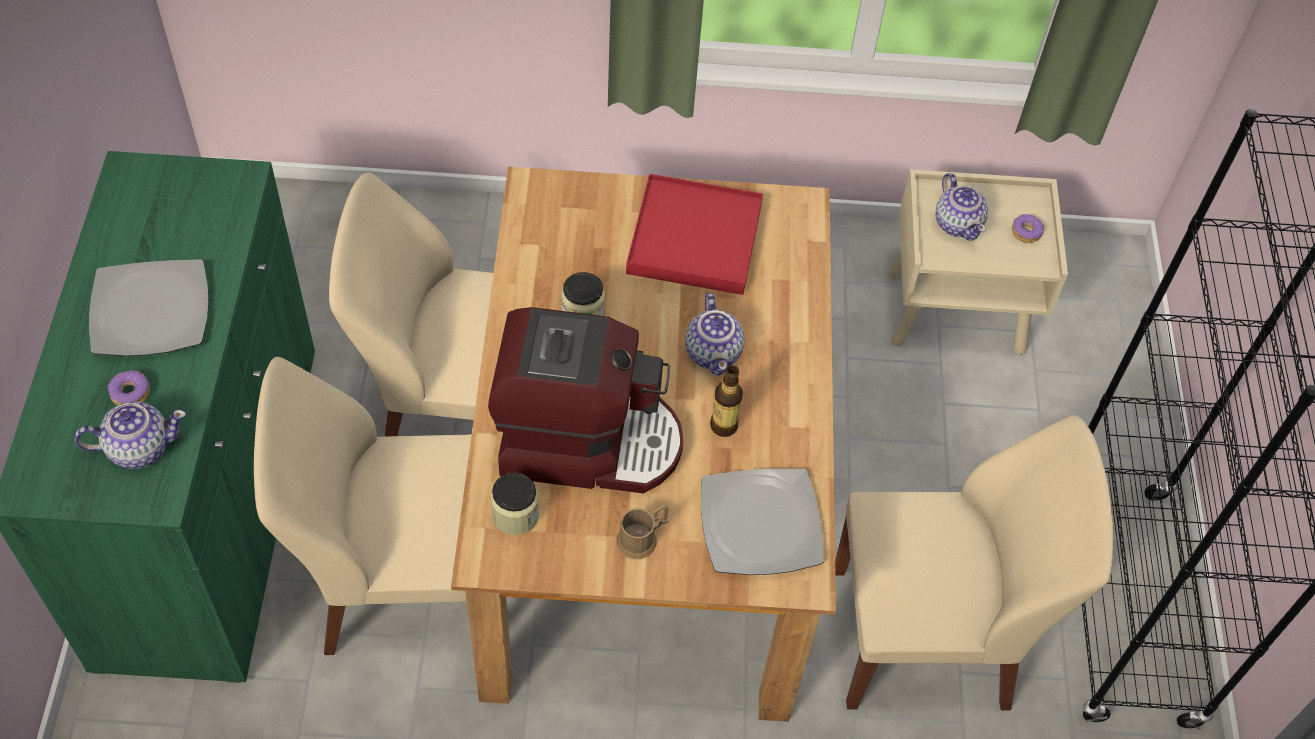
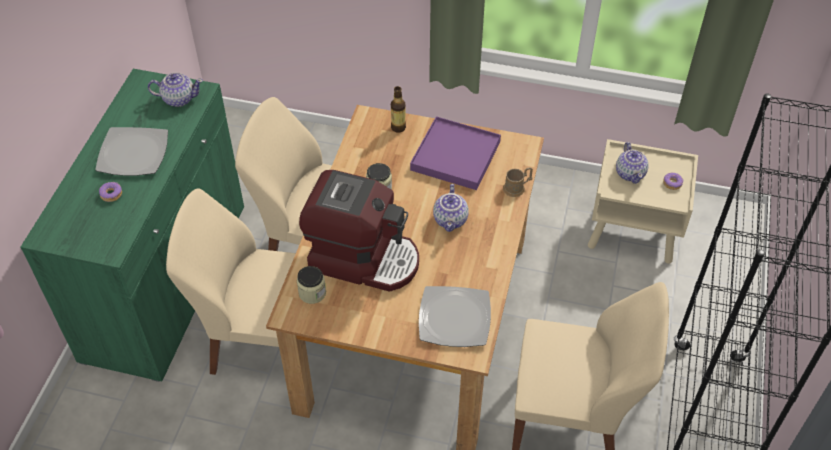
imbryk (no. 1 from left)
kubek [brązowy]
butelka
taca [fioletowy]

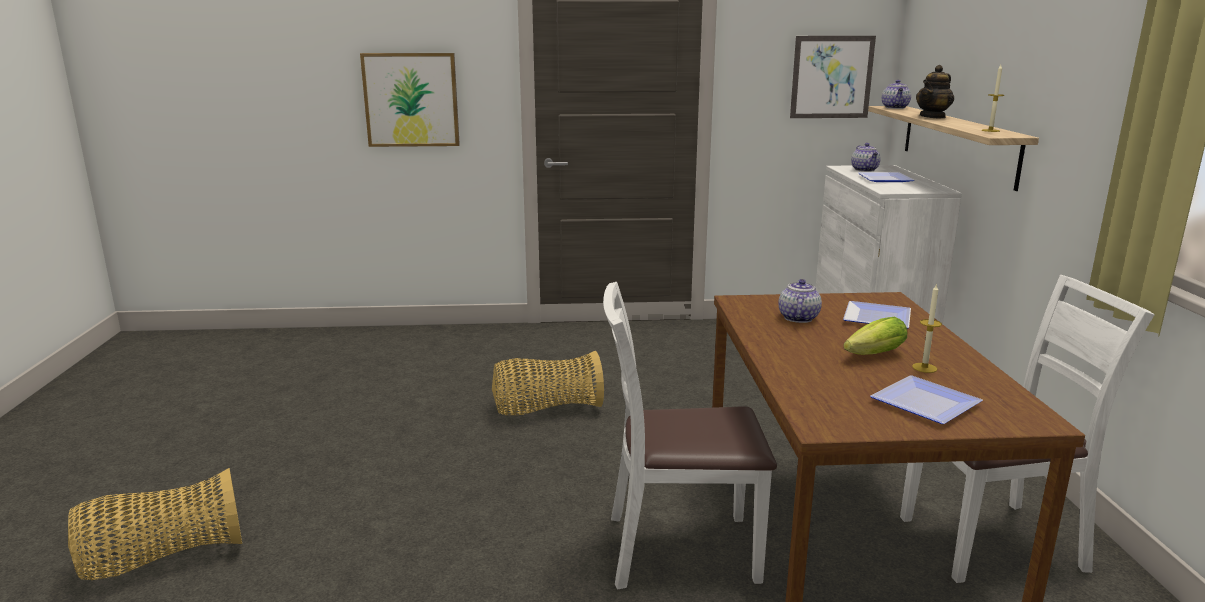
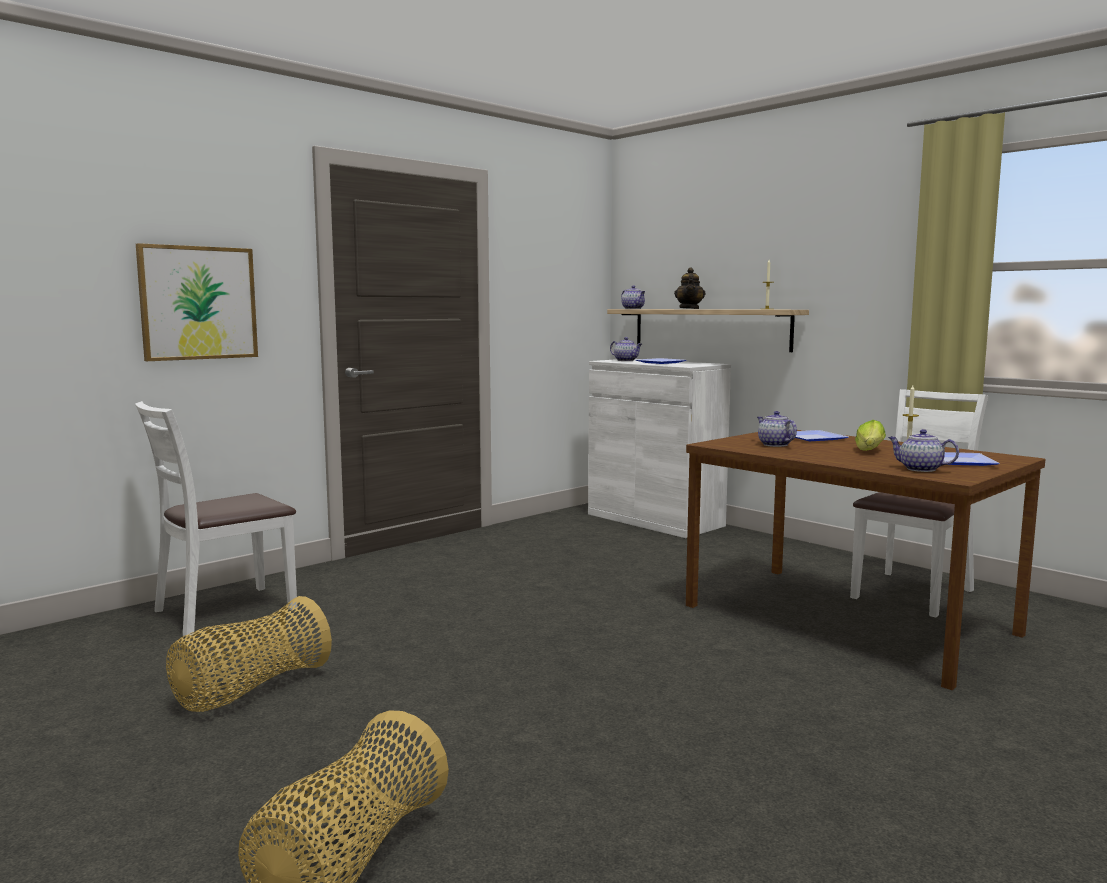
obraz (no. 2 from left in the first image)
imbryk (no. 5 from left)
koszyk (no. 1 from left)
krzesło [biały] (no. 1 from left)

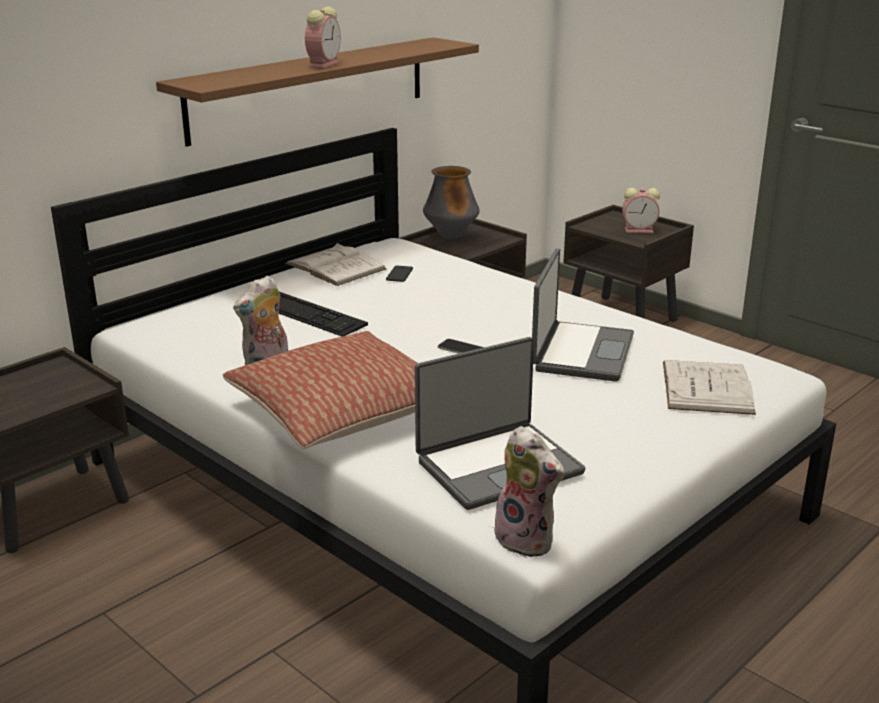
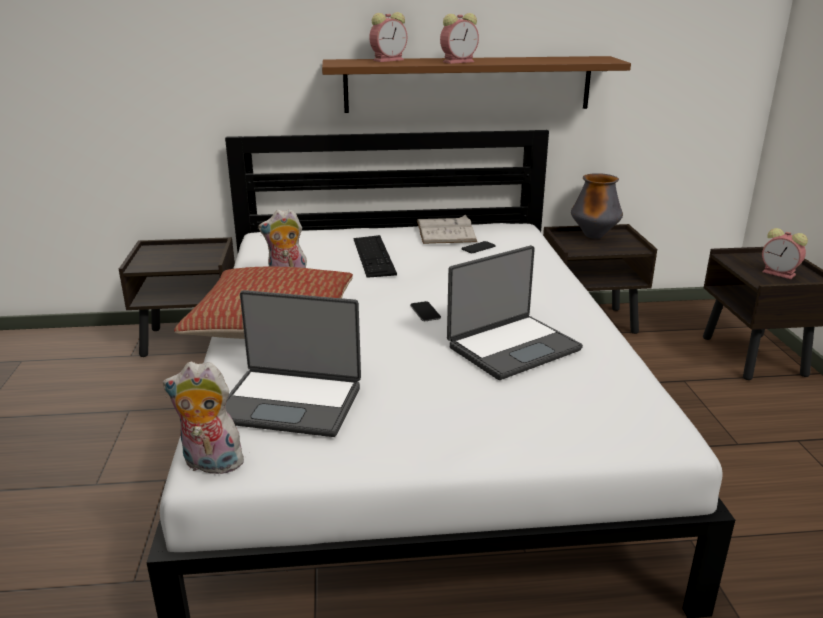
książka [biały] (no. 2 from left in the first image)
budzik (no. 1 from left)
pluszak (no. 1 from left)

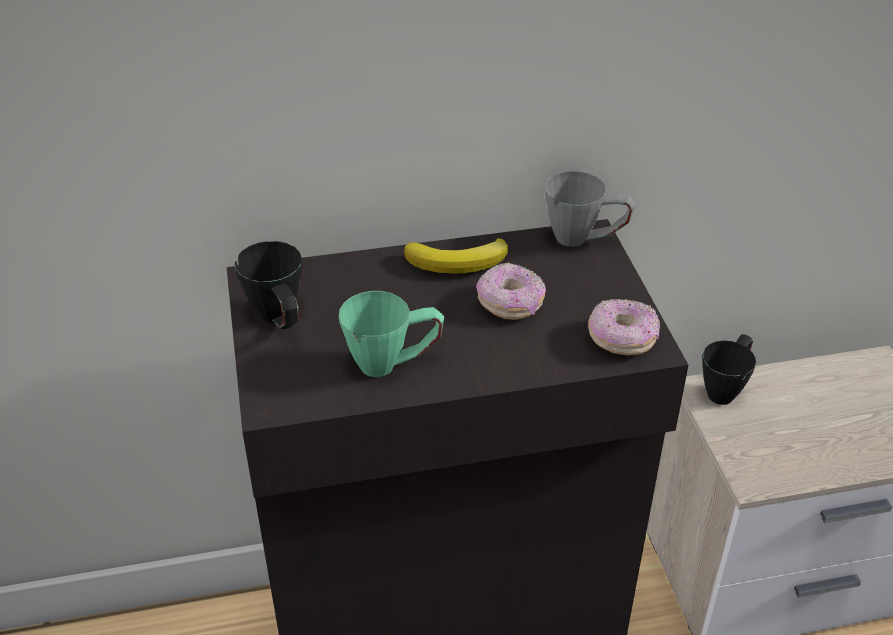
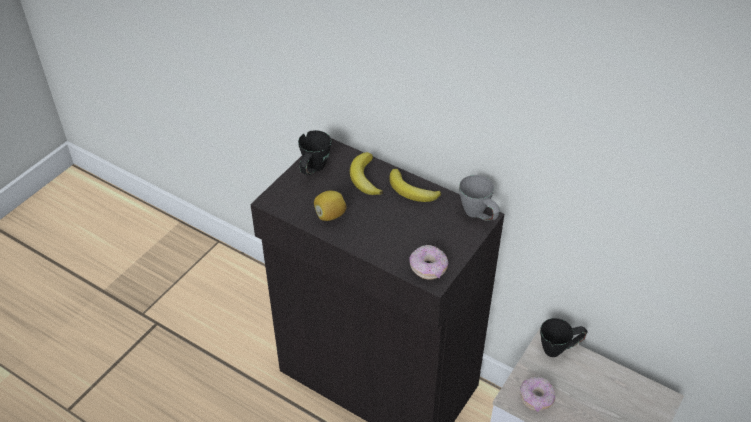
banan (no. 1 from left)
donut (no. 2 from left)
cytryna

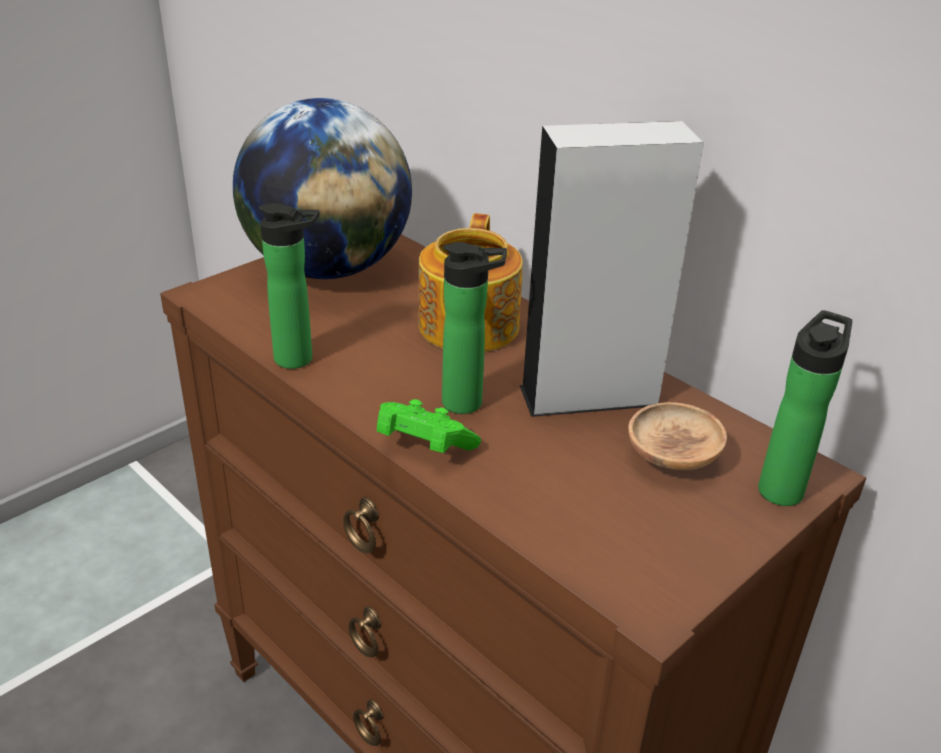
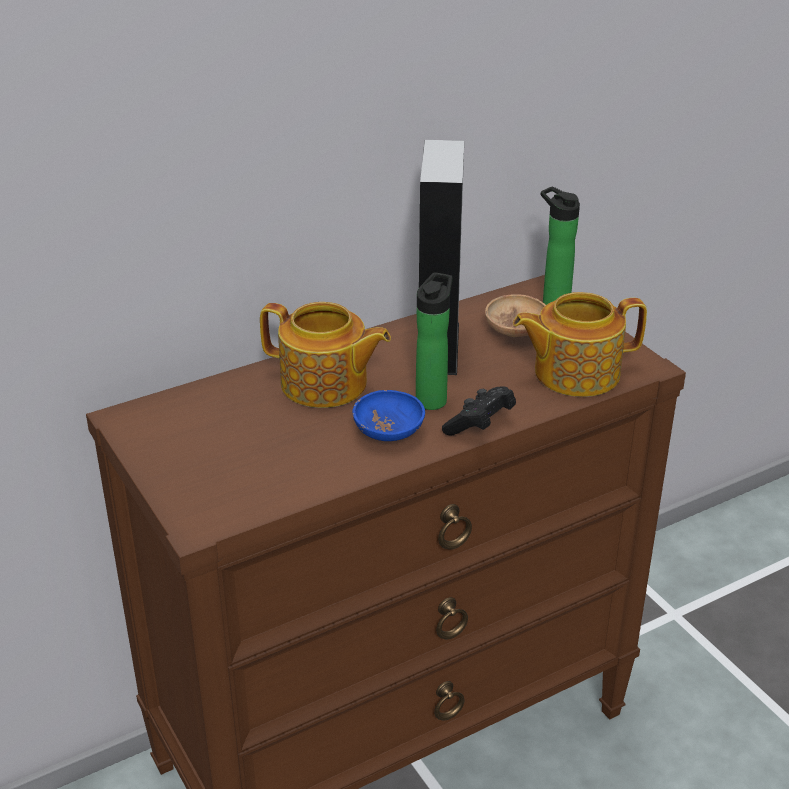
globus
butelka (no. 1 from left in the first image)
miska [niebieski]
imbryk (no. 2 from left)
pad do gier [czarny]

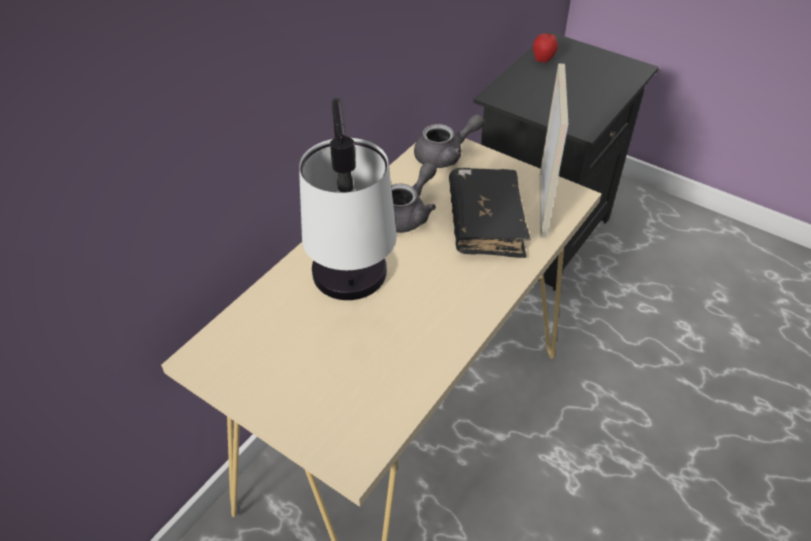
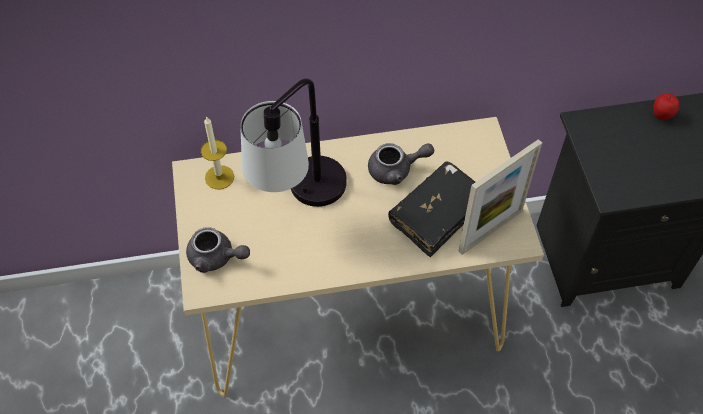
świeca
imbryk [szary] (no. 1 from left)

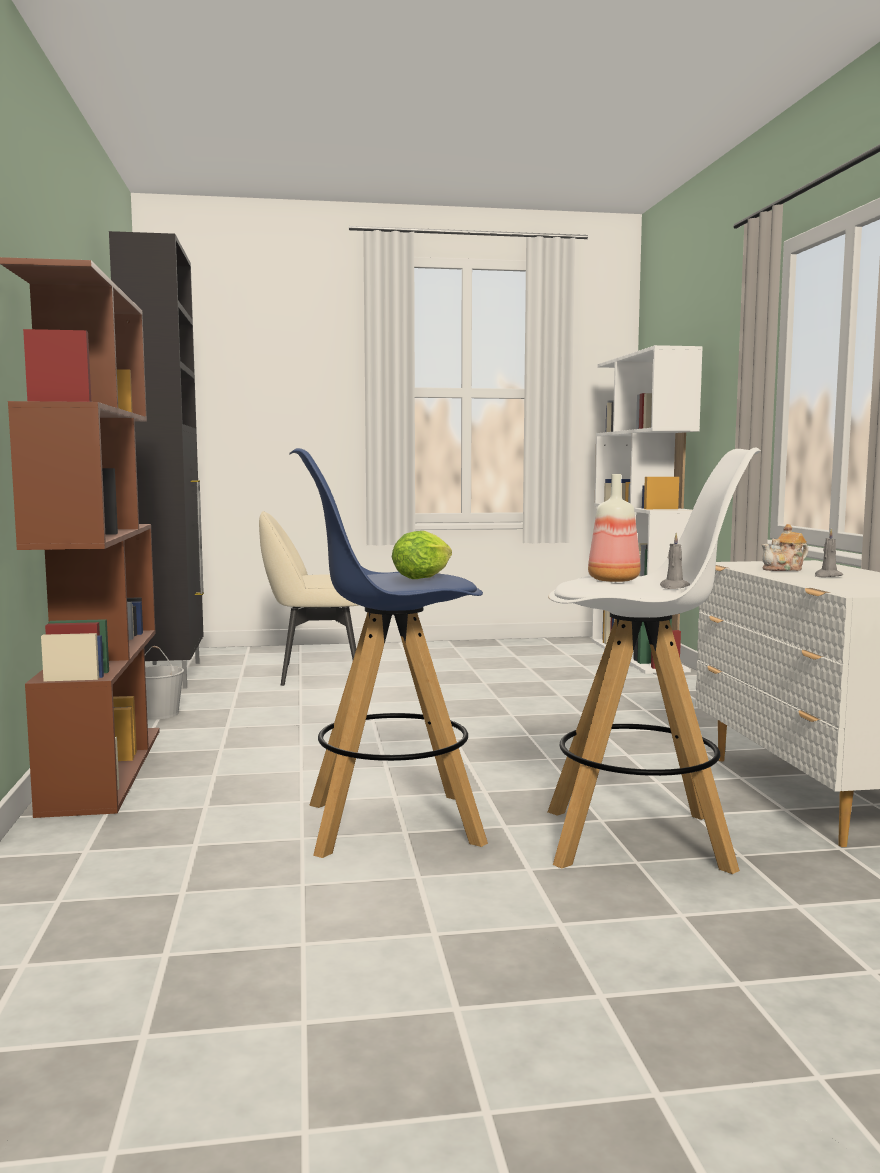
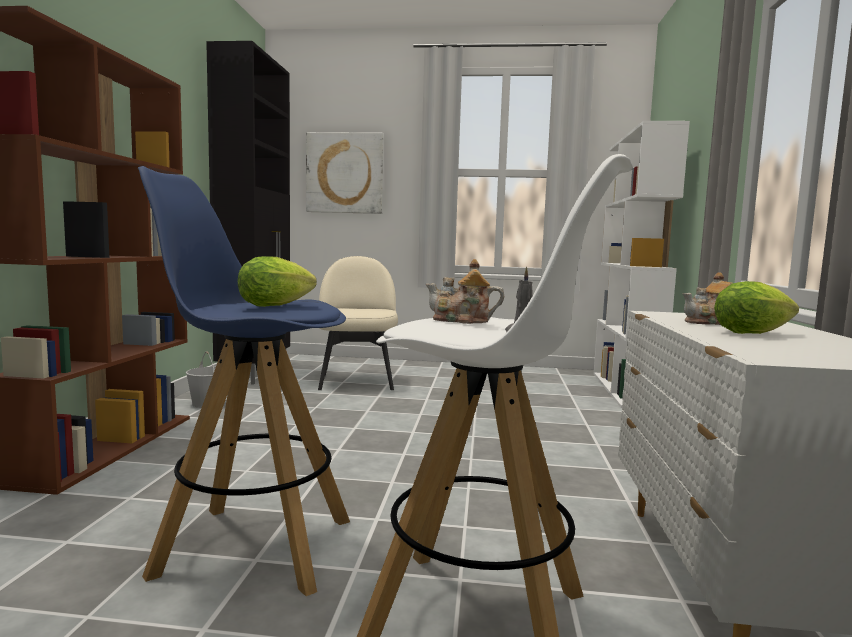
obraz
imbryk (no. 1 from left)
sałata (no. 2 from left)
krzesło [beżowy]

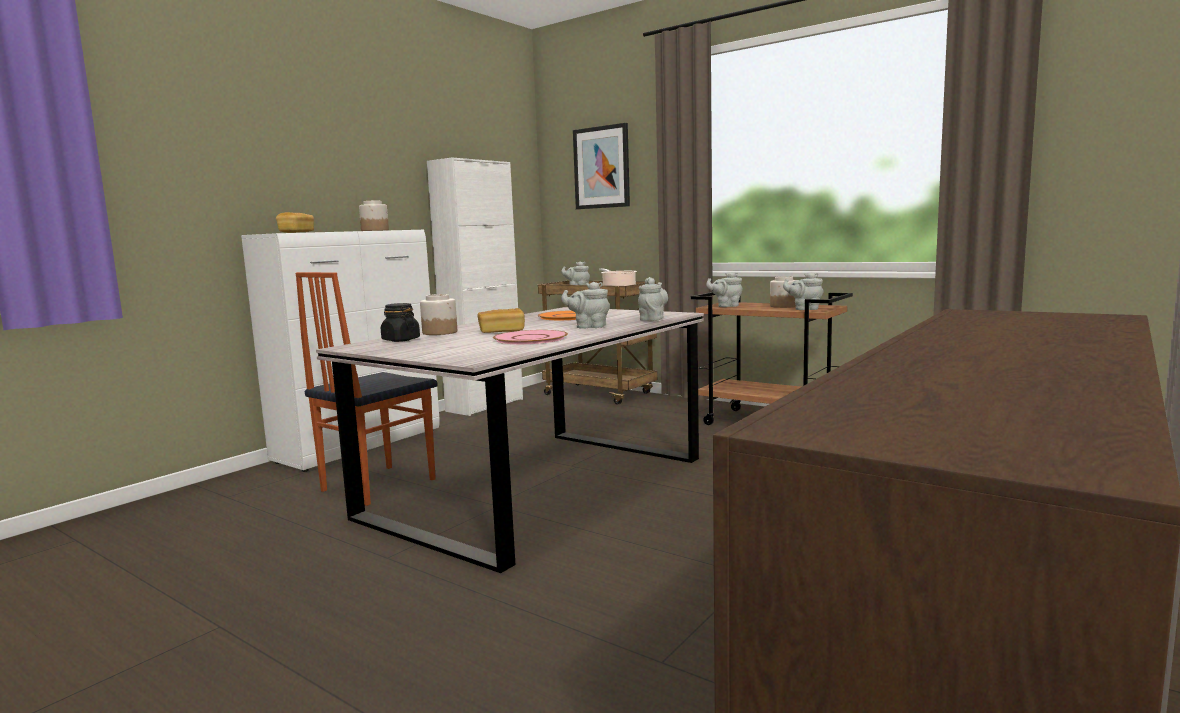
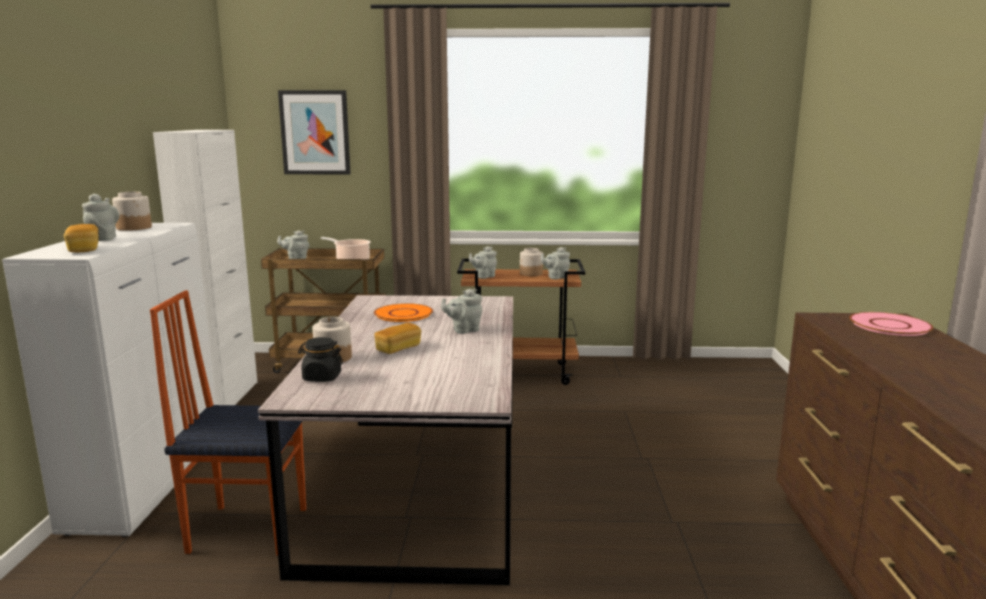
talerz [różowy]
imbryk [szary] (no. 1 from left)
krzesło

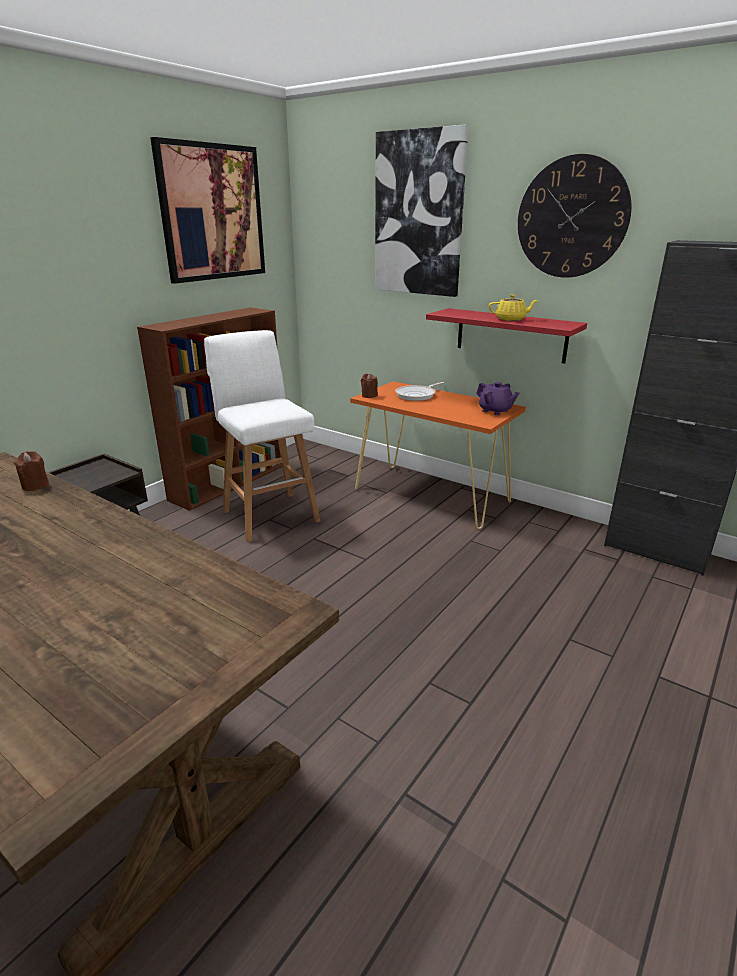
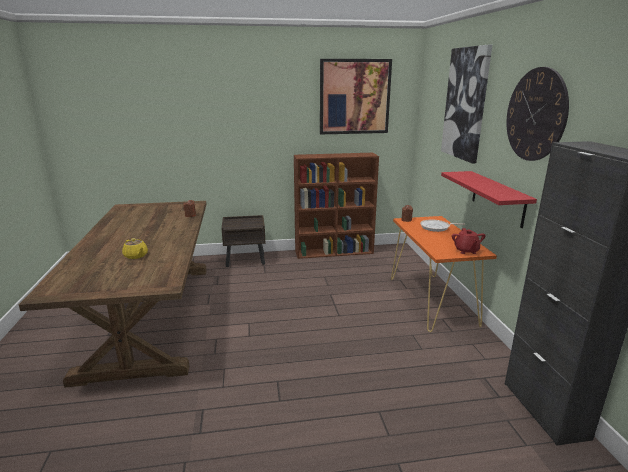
stołek [biały]
imbryk [żółty]
imbryk [czerwony]

